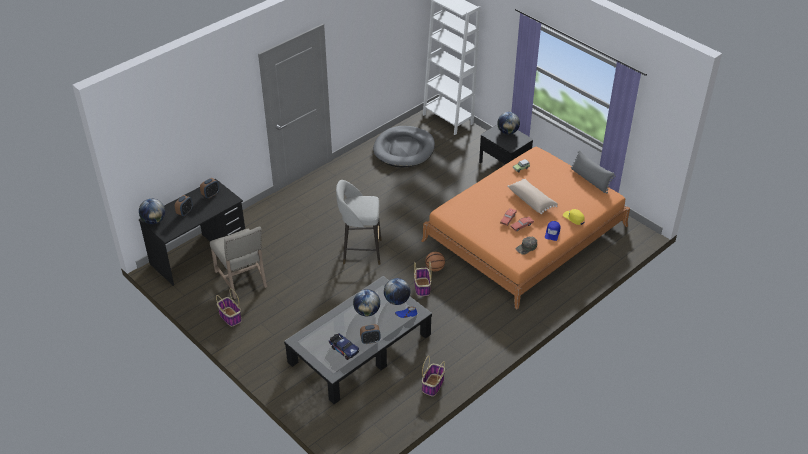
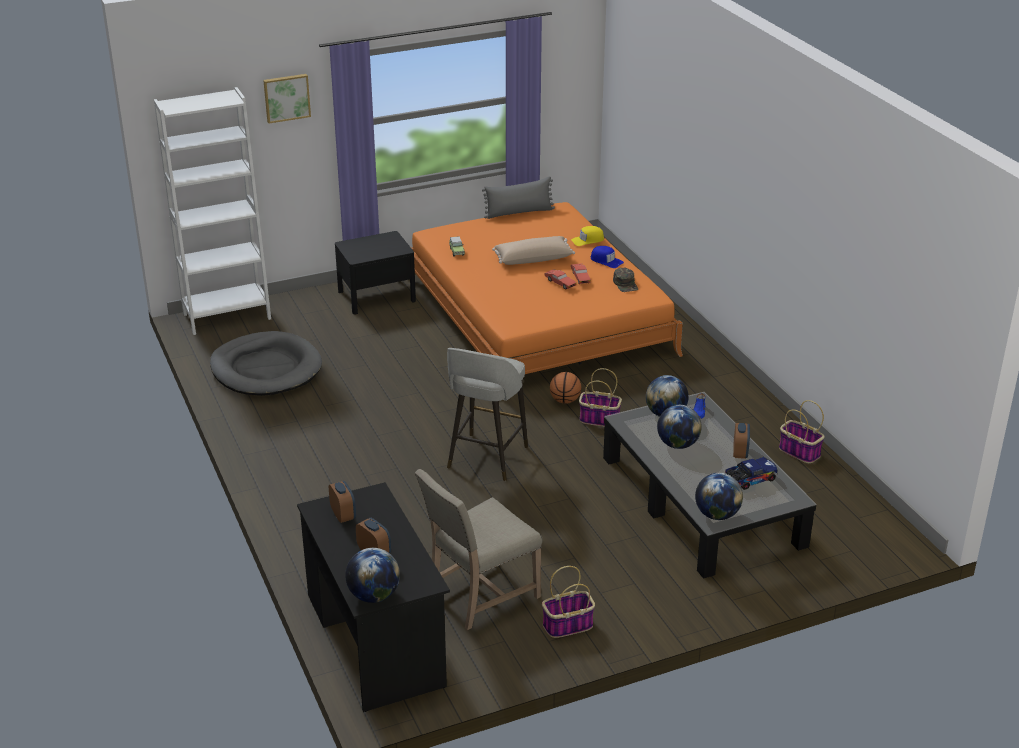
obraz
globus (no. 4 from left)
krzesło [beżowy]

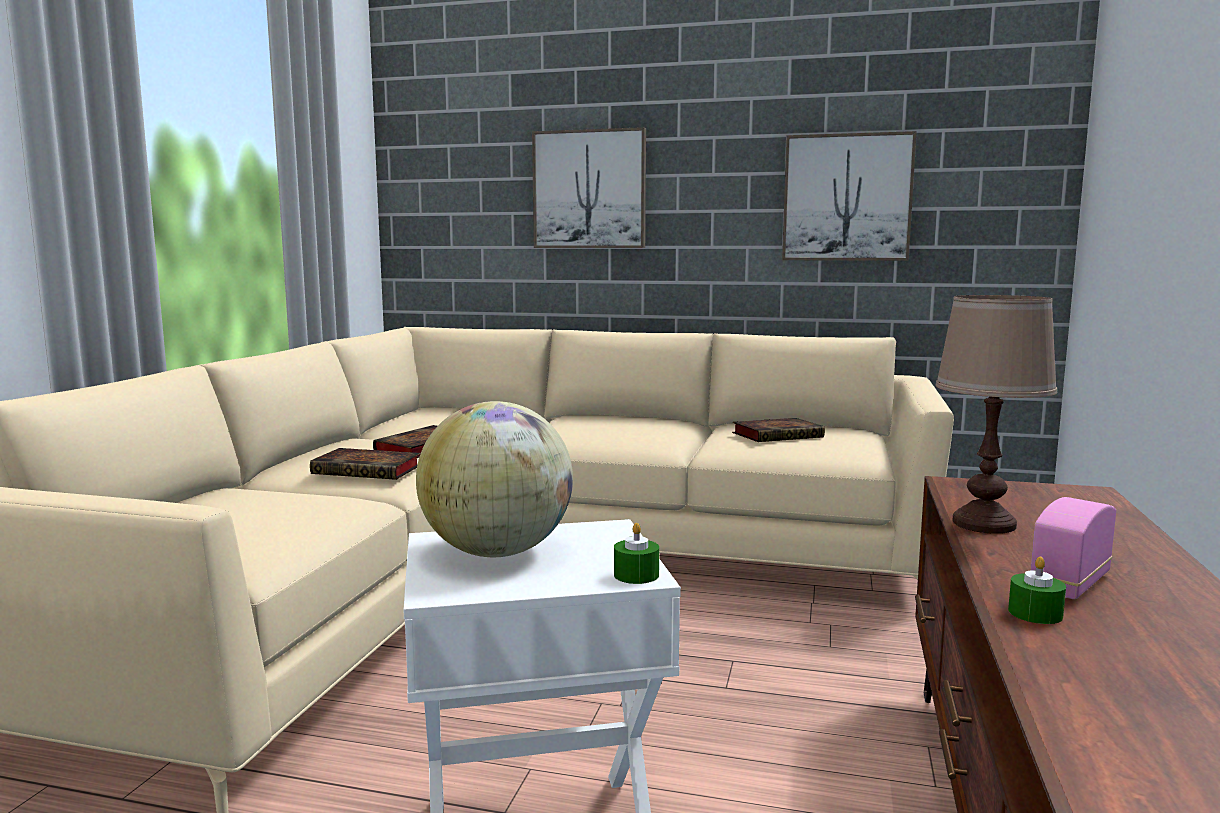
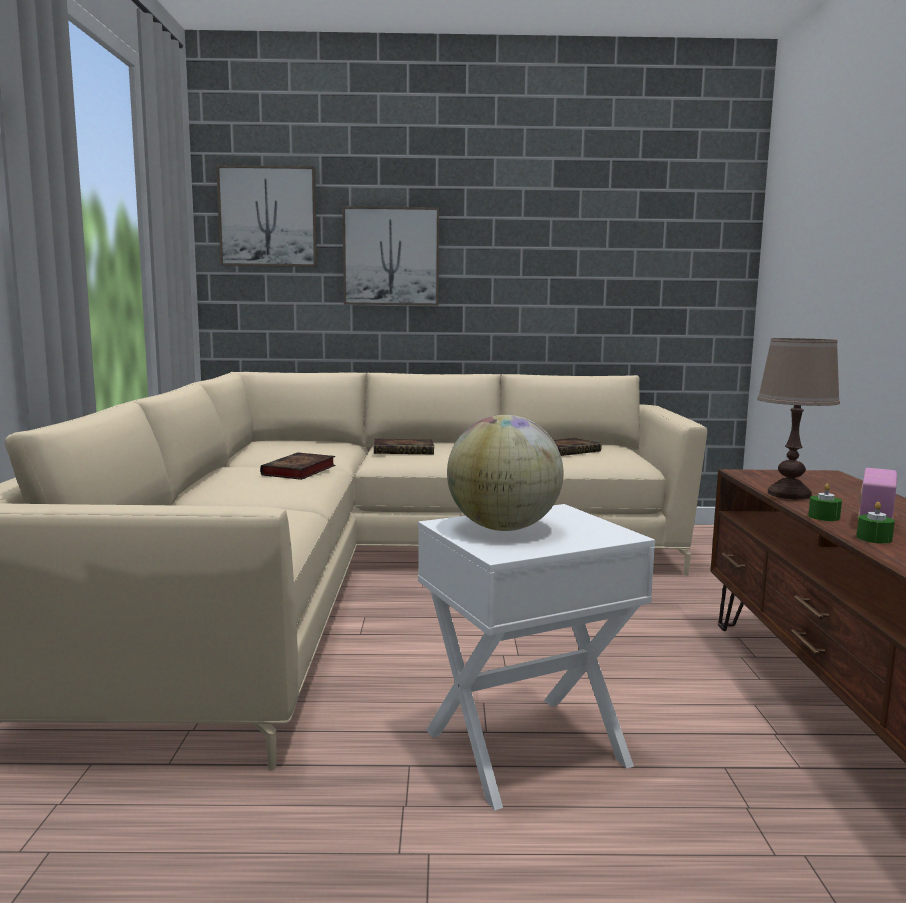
książka (no. 2 from left)
świeca [zielony] (no. 1 from left)
obraz (no. 1 from left)

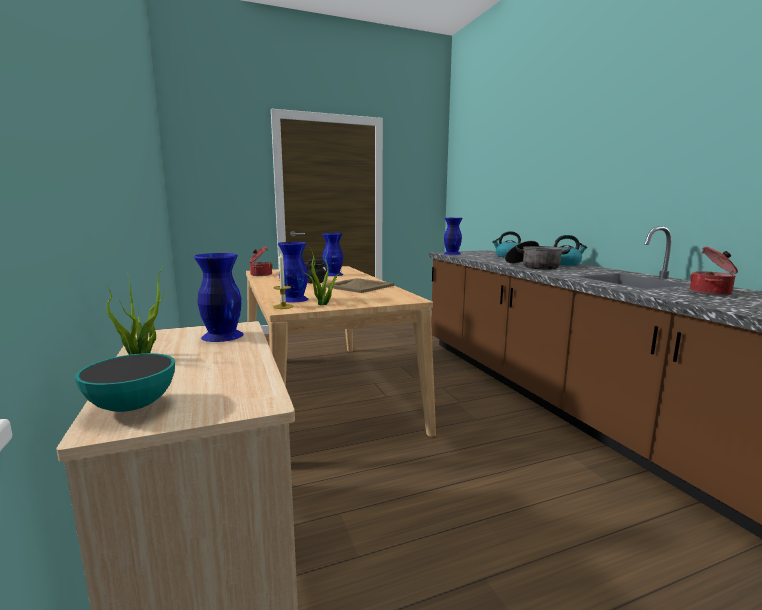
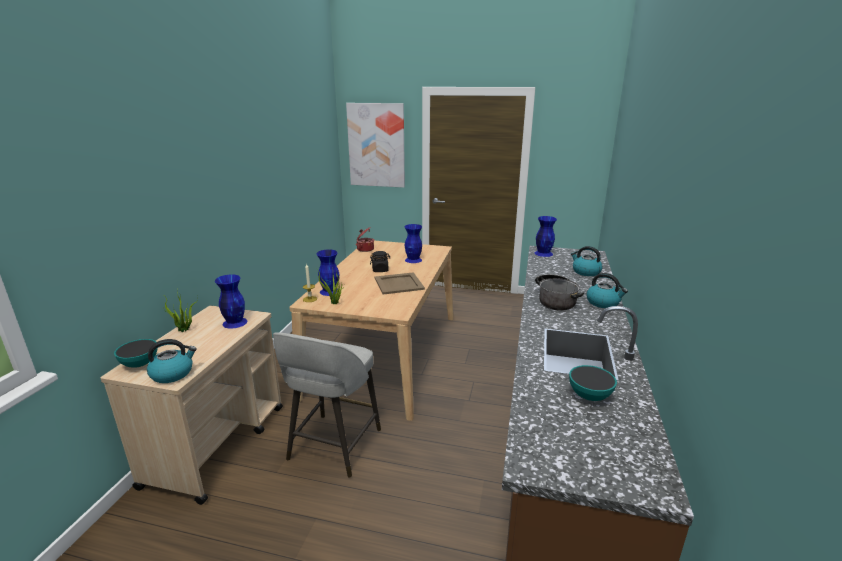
czajnik (no. 1 from left)
stołek [szary]
obraz
miska (no. 2 from left)

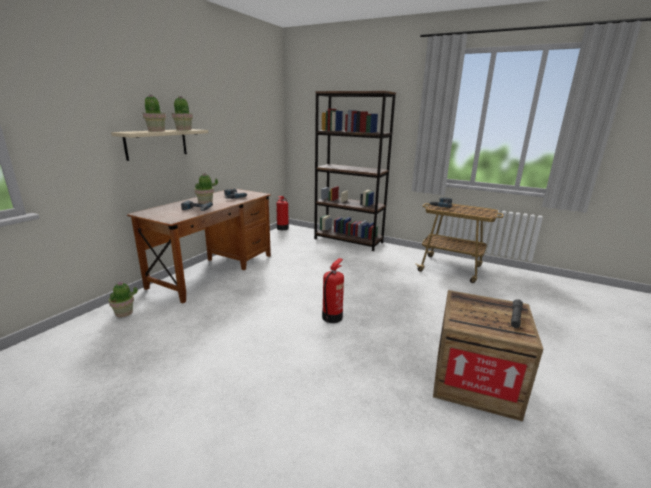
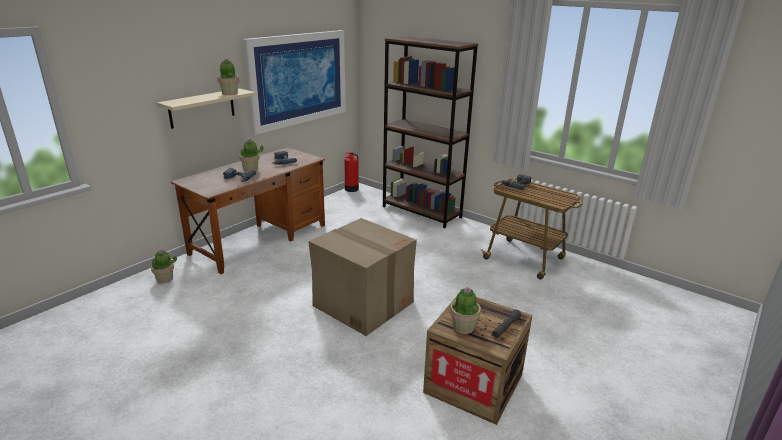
obraz
roślina doniczkowa (no. 4 from left)
karton

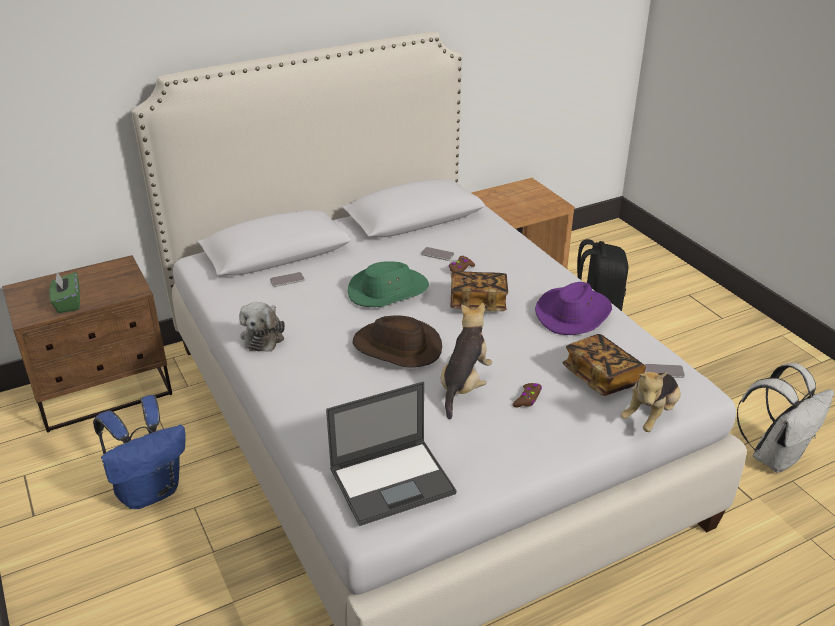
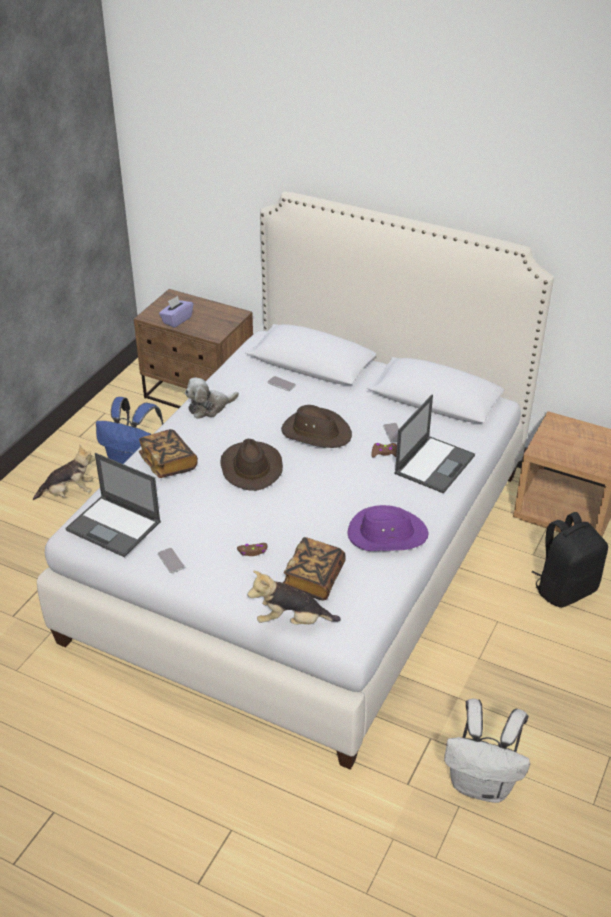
laptop (no. 2 from left)
pluszak (no. 1 from left)
książka (no. 1 from left)
telefon (no. 1 from left)
pudełko chusteczek [fioletowy]
kapelusz [brązowy] (no. 2 from left)

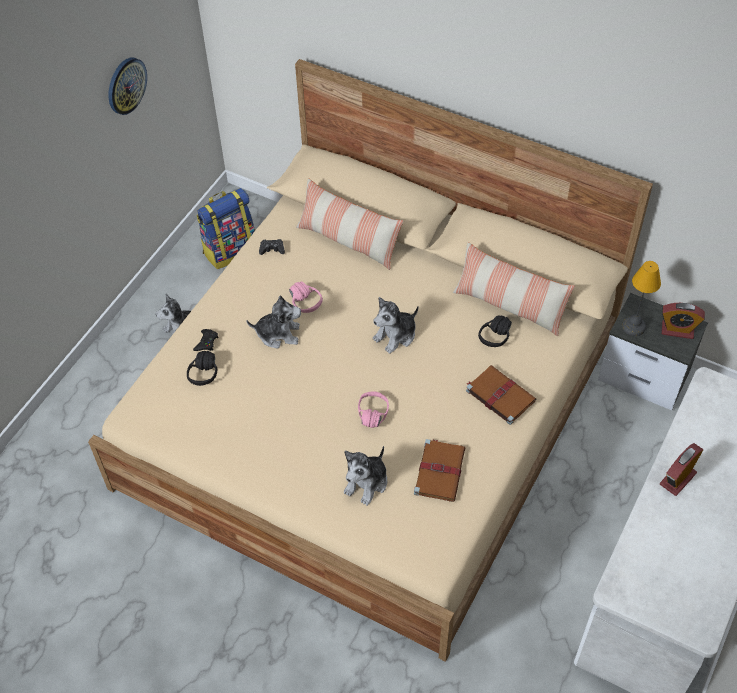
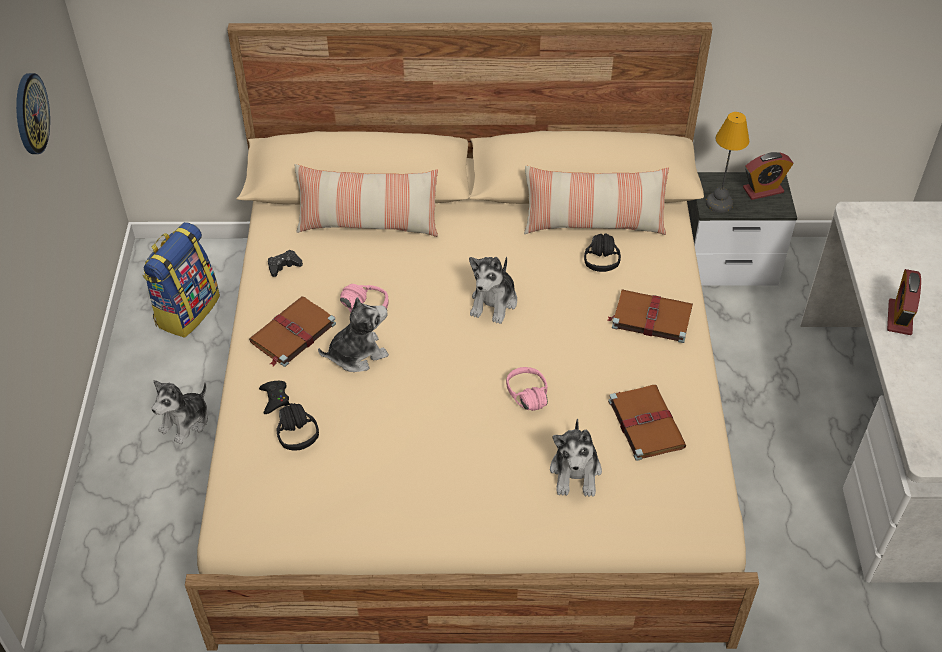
książka [brązowy] (no. 1 from left)

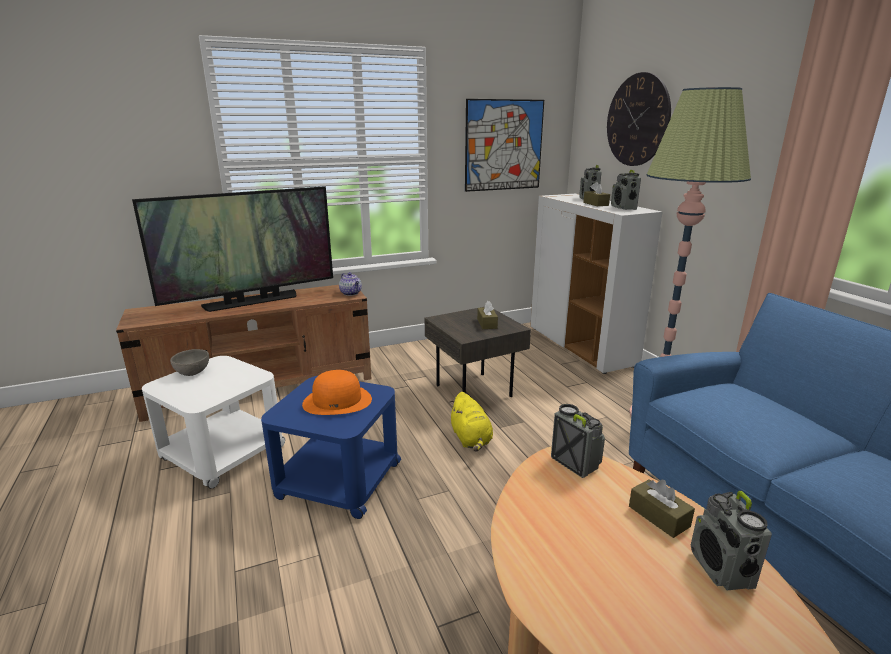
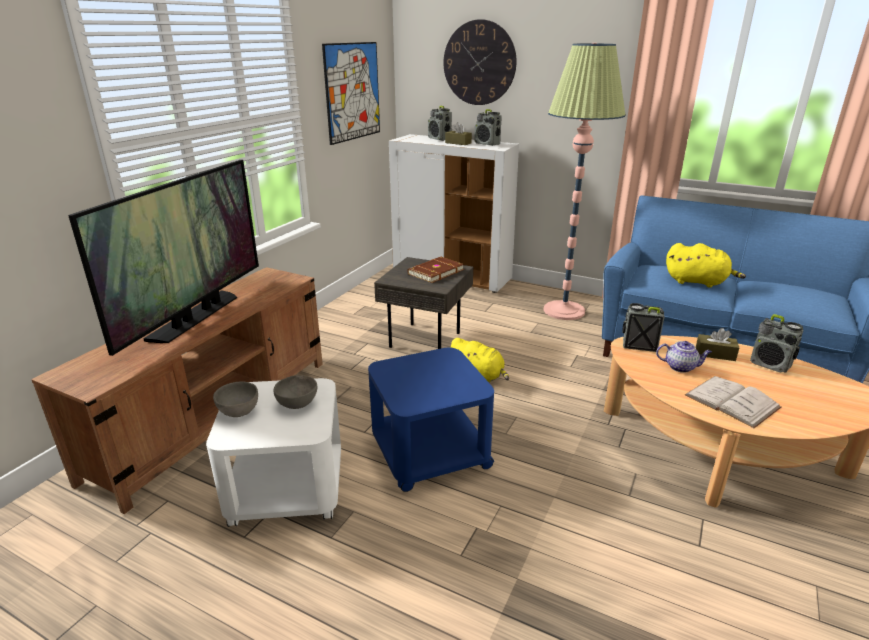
kapelusz [pomarańczowy]
miska [szary] (no. 2 from left)
pluszak [żółty] (no. 2 from left)
książka [biały]
imbryk
książka [brązowy]

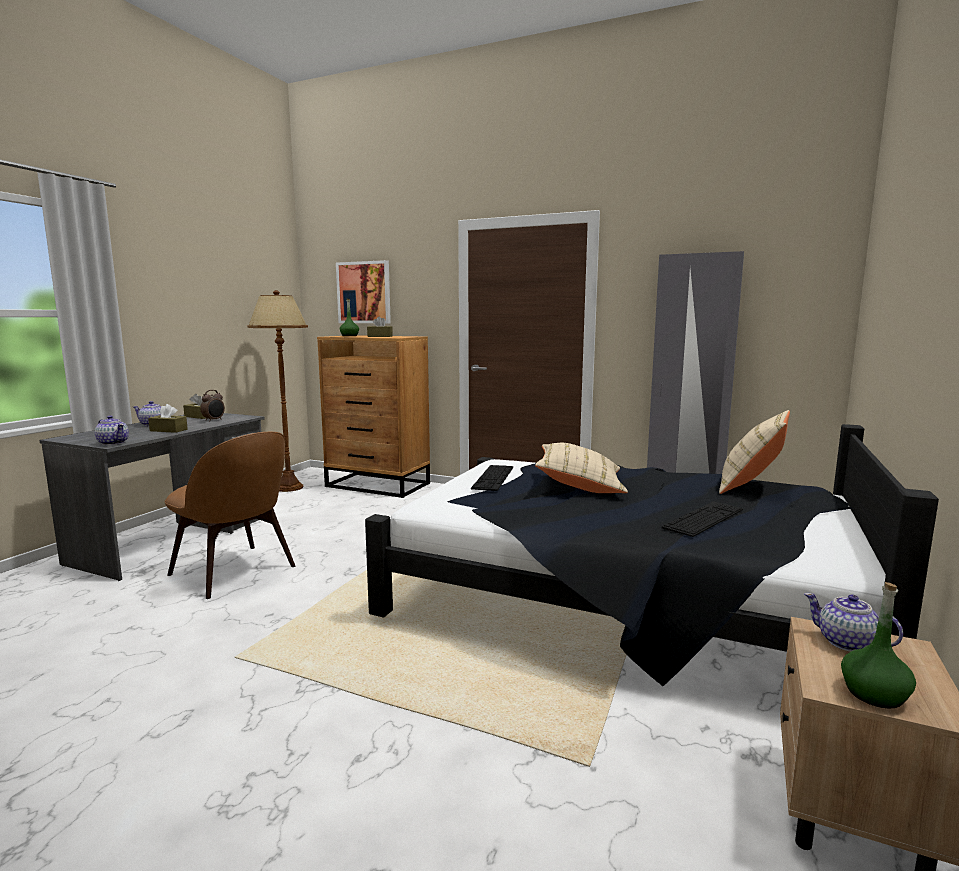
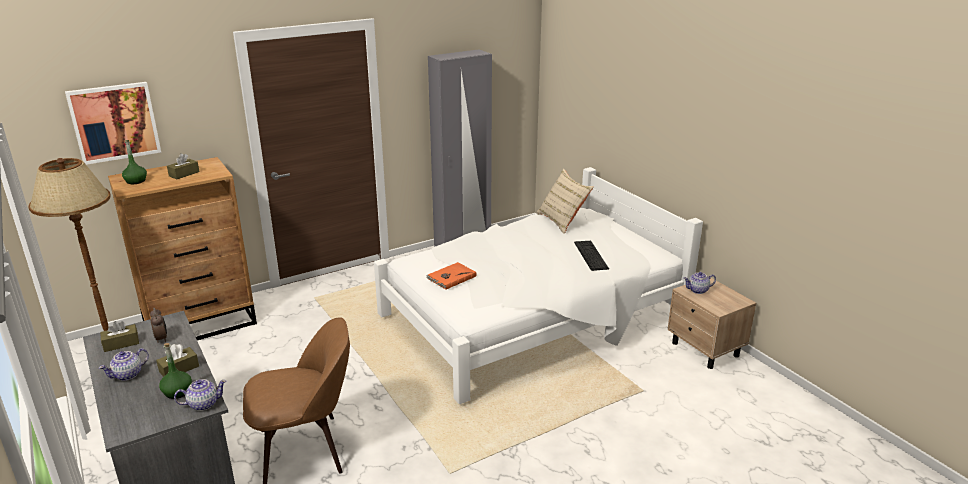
poduszka [beżowy] (no. 1 from left in the first image)
butelka [zielony] (no. 2 from left)
książka [pomarańczowy]
łóżko [biały]

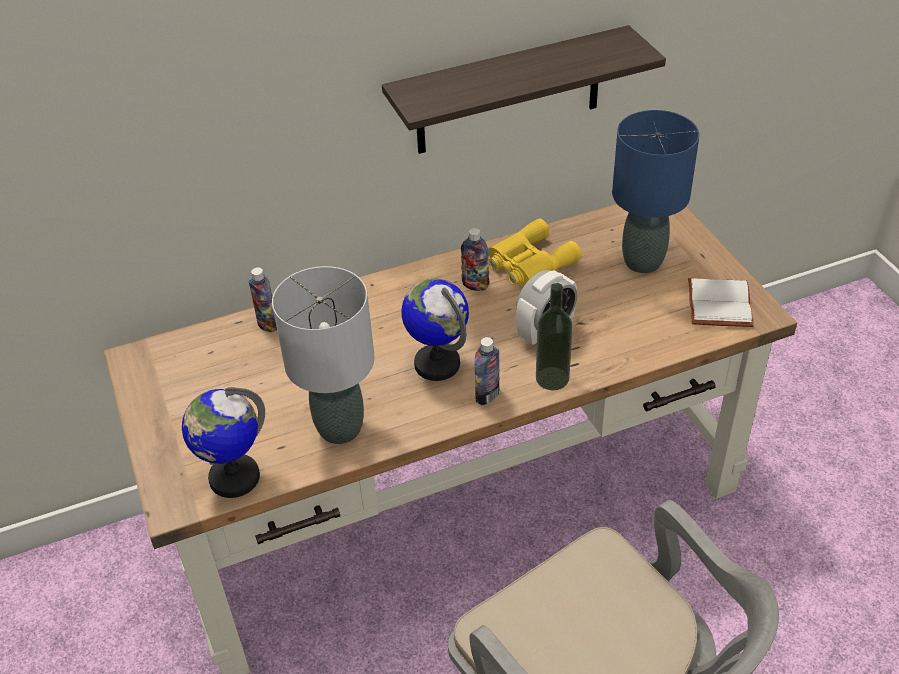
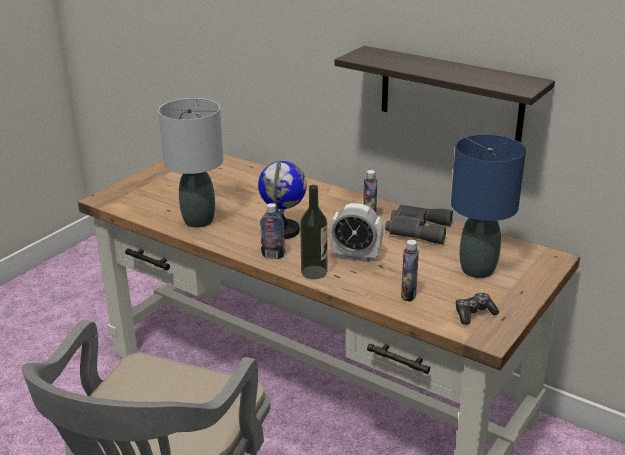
globus (no. 1 from left in the first image)
butelka (no. 4 from left)
pad do gier
lornetka [szary]

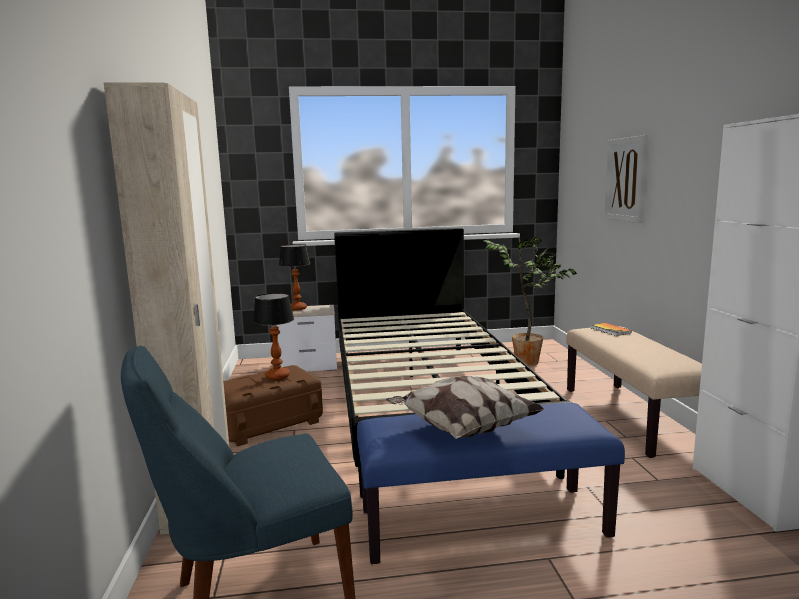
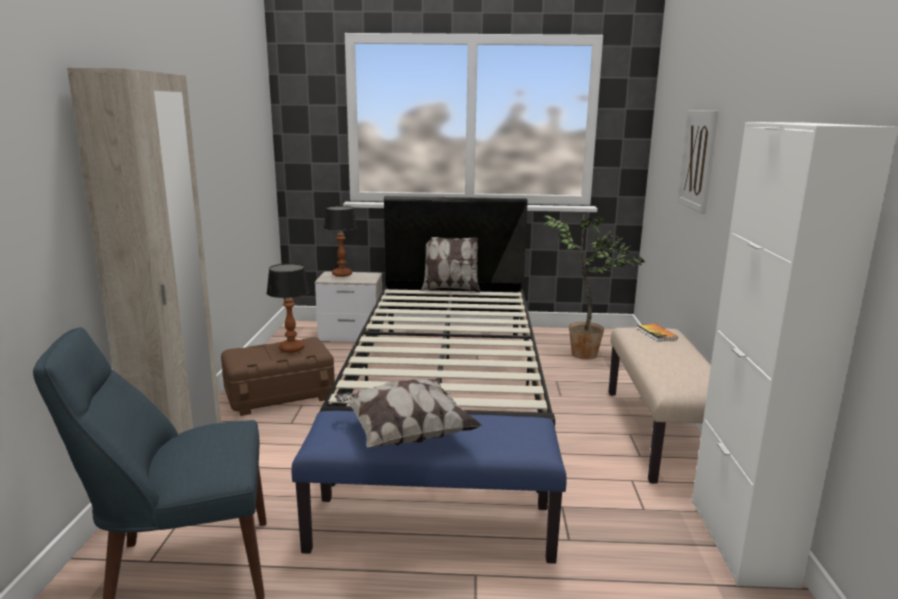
poduszka (no. 2 from left)

